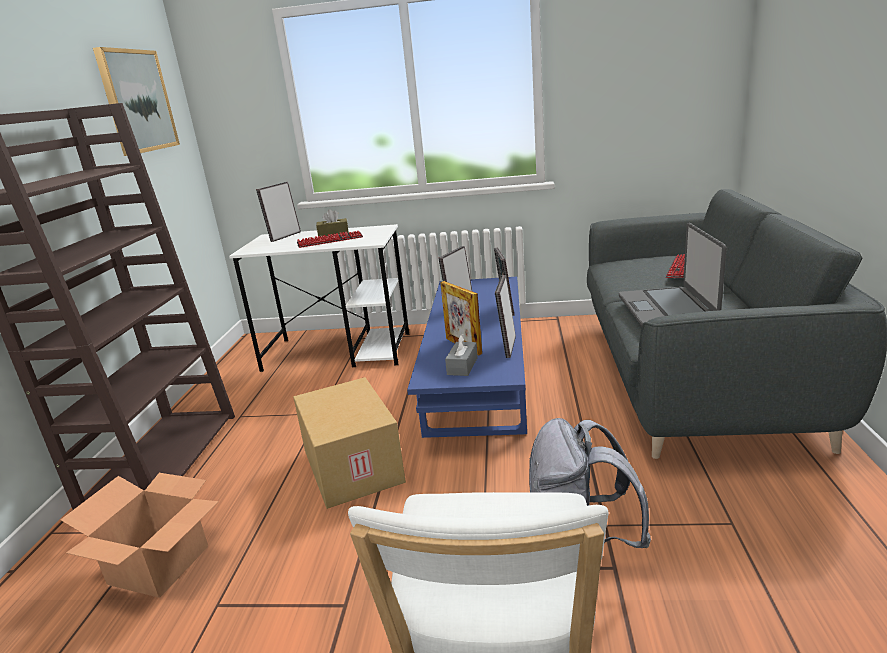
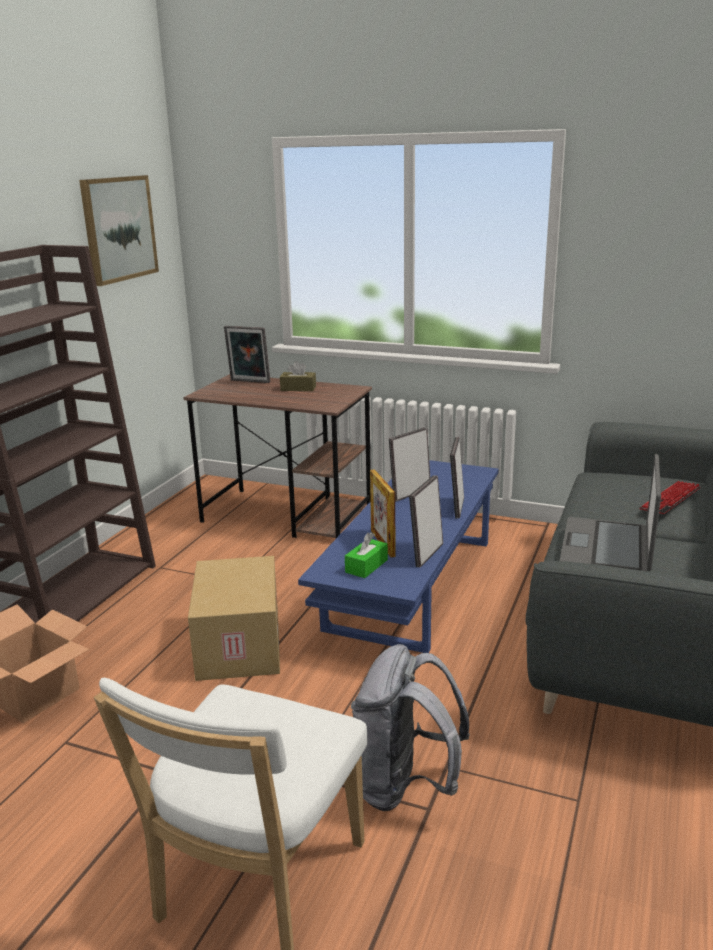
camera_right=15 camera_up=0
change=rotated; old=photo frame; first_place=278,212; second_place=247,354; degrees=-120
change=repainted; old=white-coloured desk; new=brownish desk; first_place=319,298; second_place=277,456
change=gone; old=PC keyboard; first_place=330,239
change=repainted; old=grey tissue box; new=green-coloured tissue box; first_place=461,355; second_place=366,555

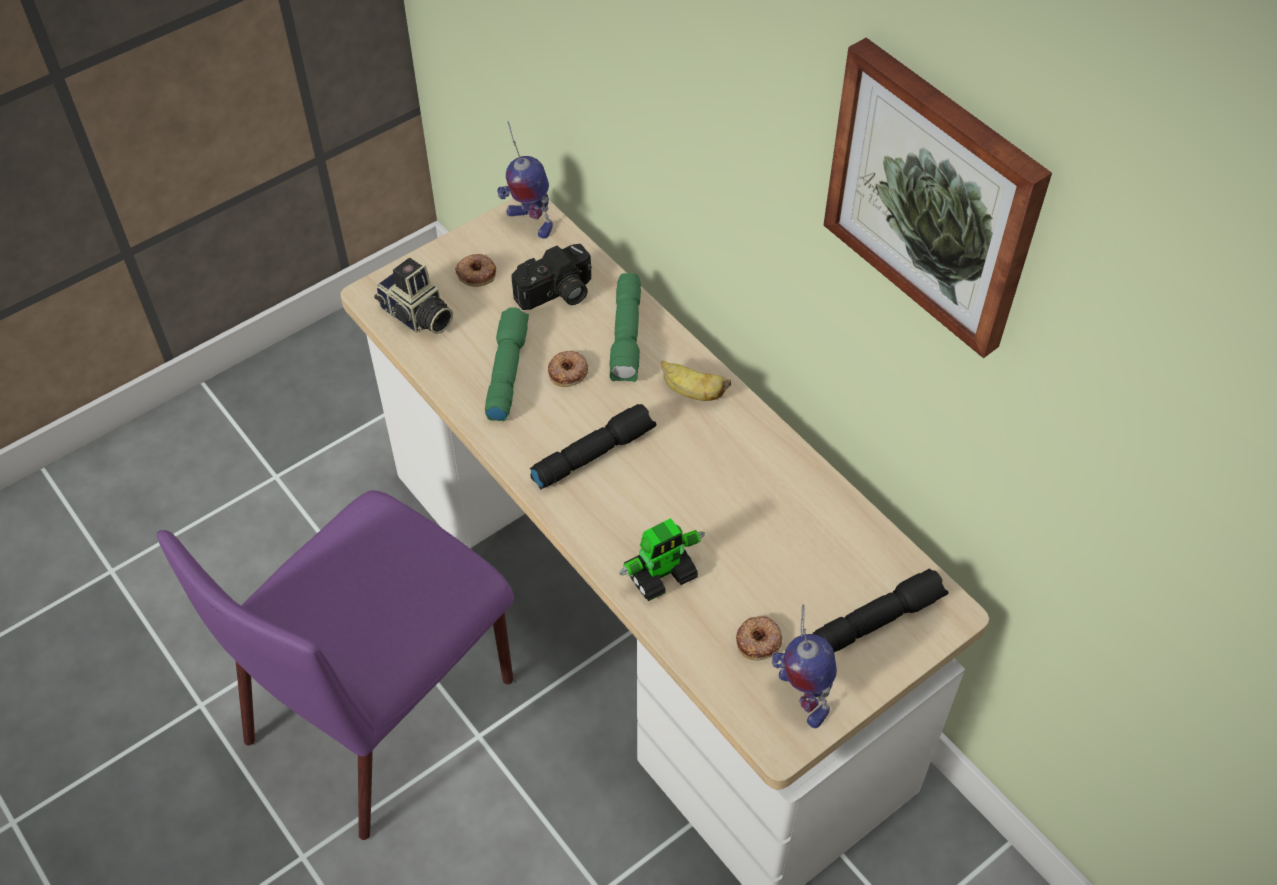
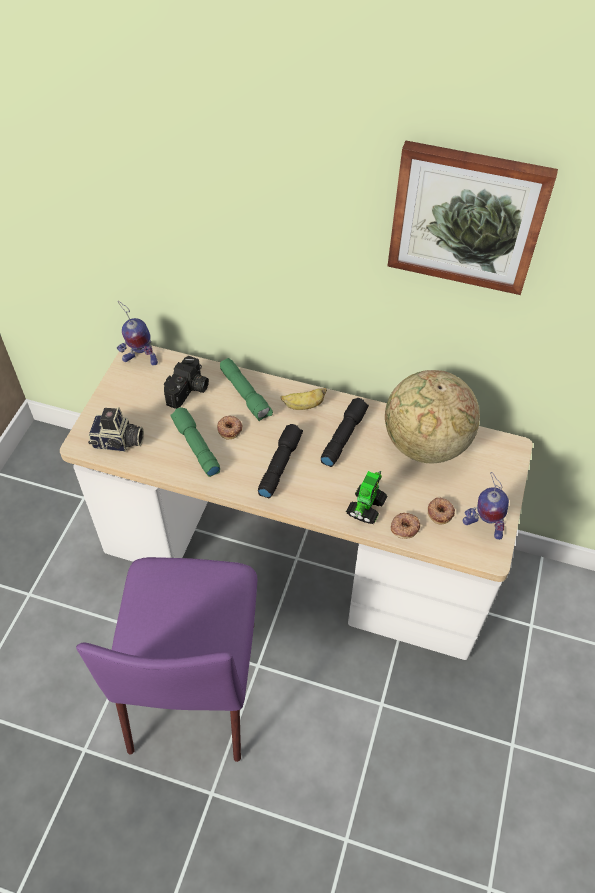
camera_right=-35 camera_up=0
change=shifted; old=ring doughnut; first_place=475,270; second_place=405,526
change=shifted; old=black torch; first_place=881,610; second_place=345,432
change=new; new=world globe; second_place=432,416

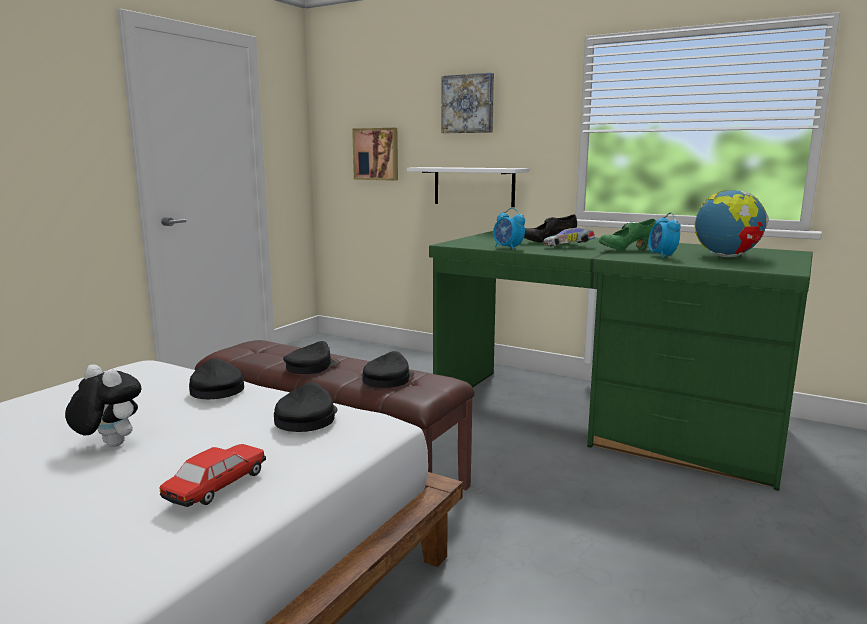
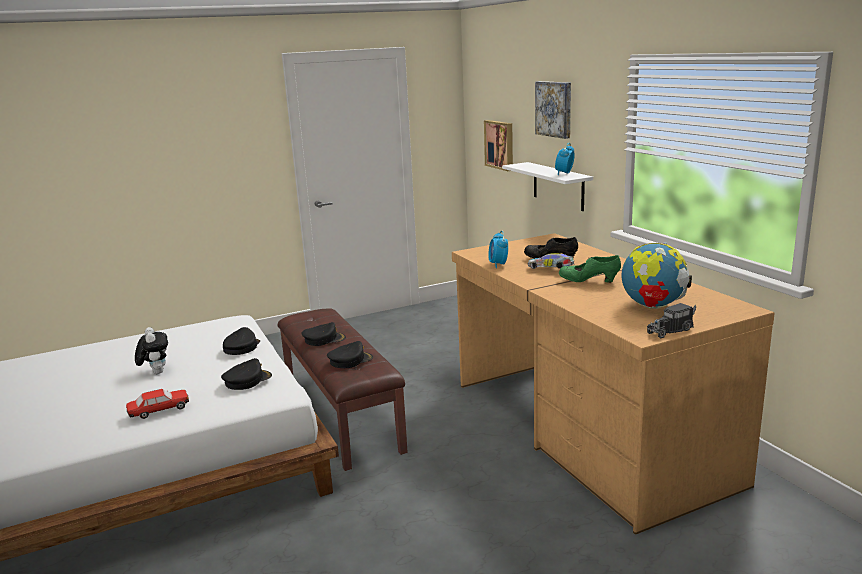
camera_right=35 camera_up=5
change=shifted; old=bedside clock; first_place=664,235; second_place=565,159
change=repainted; old=green-coloured desk; new=brownish desk; first_place=621,361; second_place=613,384
change=new; new=toy truck; second_place=671,321

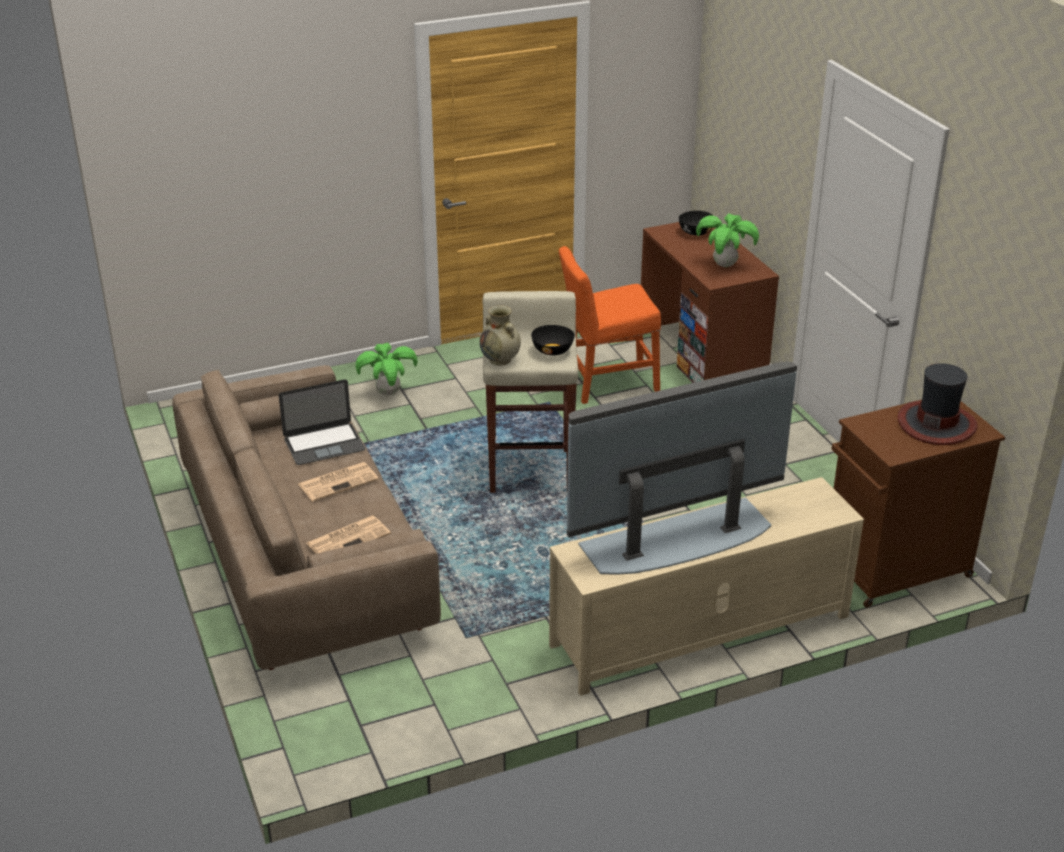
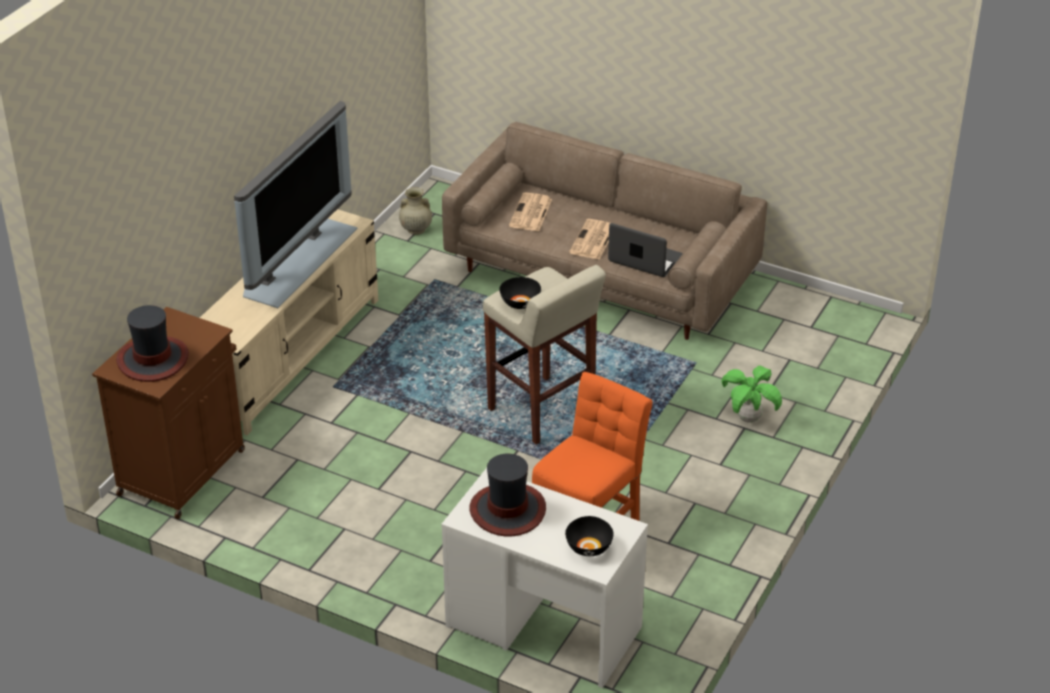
camera_right=140 camera_up=5
change=swapped; old=potted plant; new=wearable hat; first_place=727,240; second_place=507,495
change=repainted; old=brownish desk; new=white-coloured desk; first_place=710,302; second_place=544,578
change=shifted; old=sand-coloured decorative vase; first_place=500,335; second_place=415,211
change=rotated; old=portable computer; first_place=322,422; second_place=645,250; degrees=90

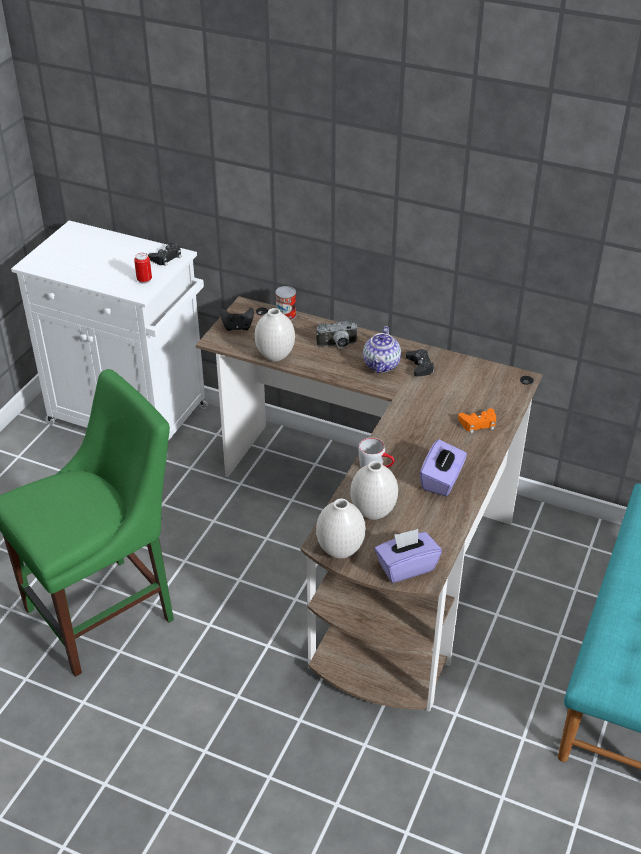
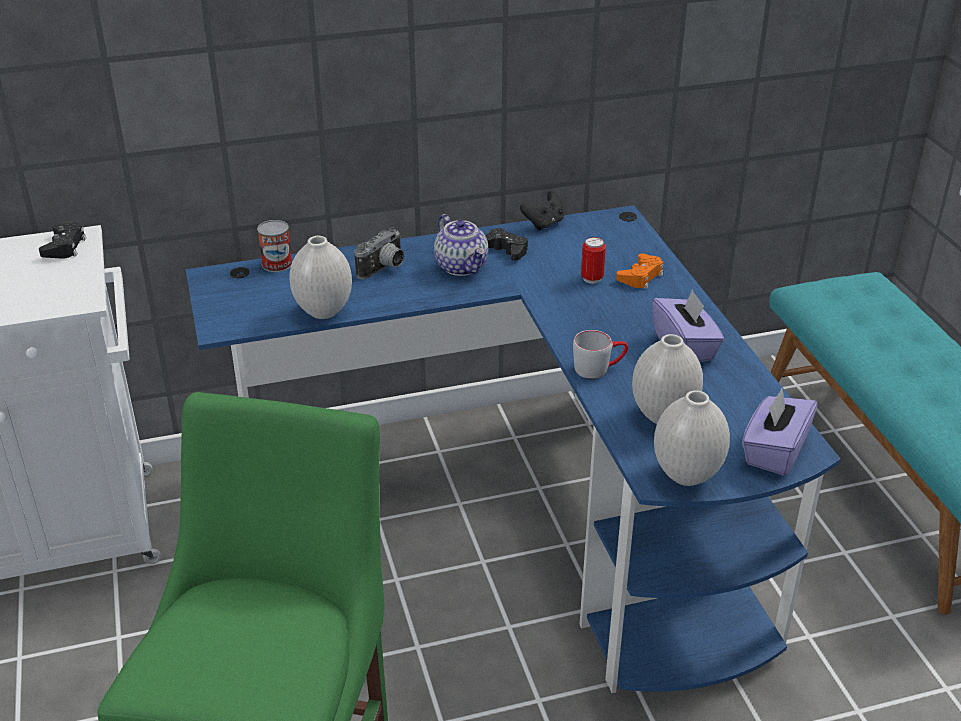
camera_right=-40 camera_up=-5
change=shifted; old=can; first_place=143,268; second_place=593,260
change=repainted; old=brownish desk; new=blue desk; first_place=369,504; second_place=513,449
change=shifted; old=black game controller; first_place=237,319; second_place=542,211

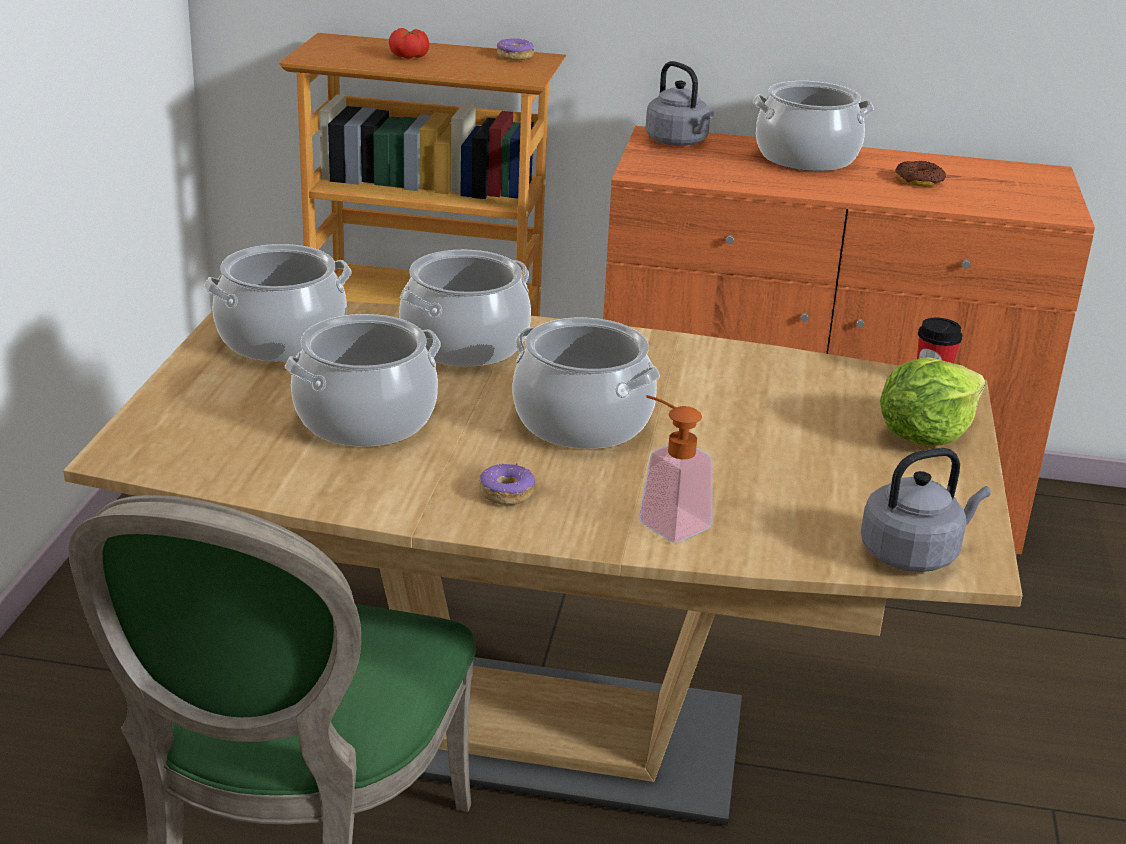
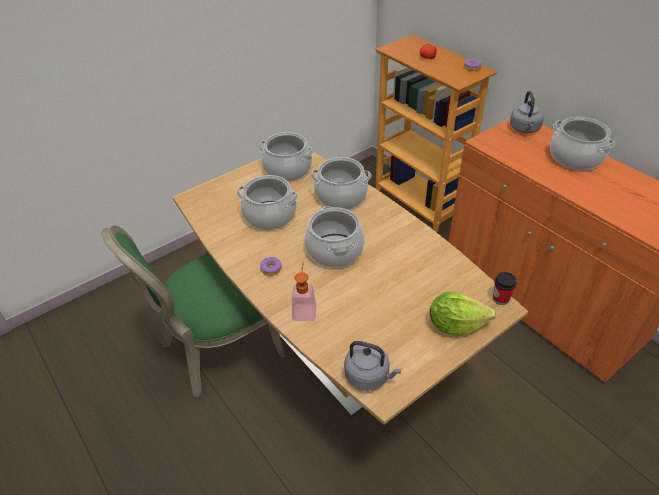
camera_right=45 camera_up=15
change=gone; old=ring doughnut; first_place=920,174

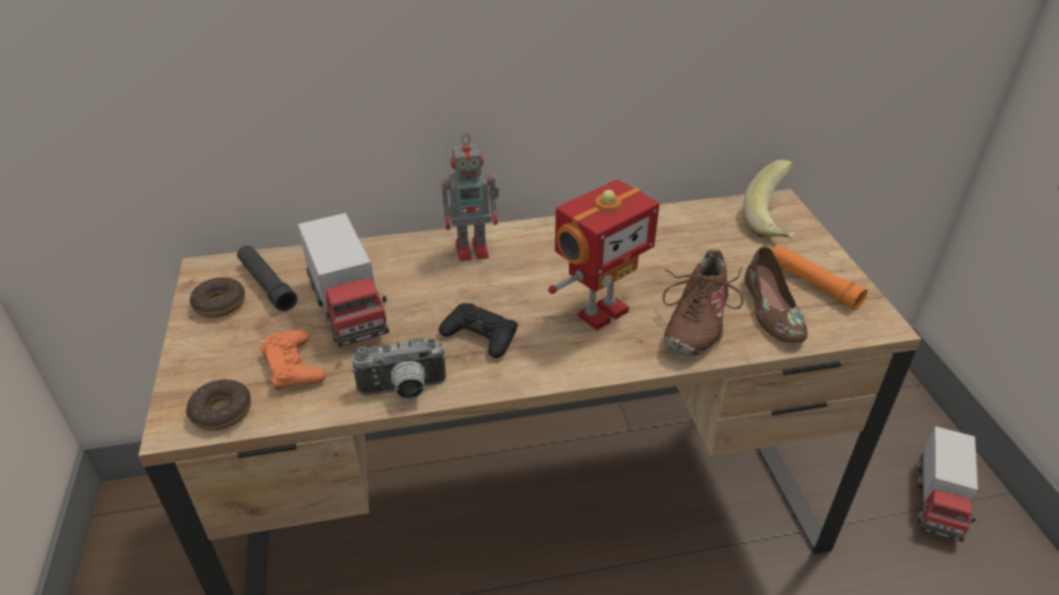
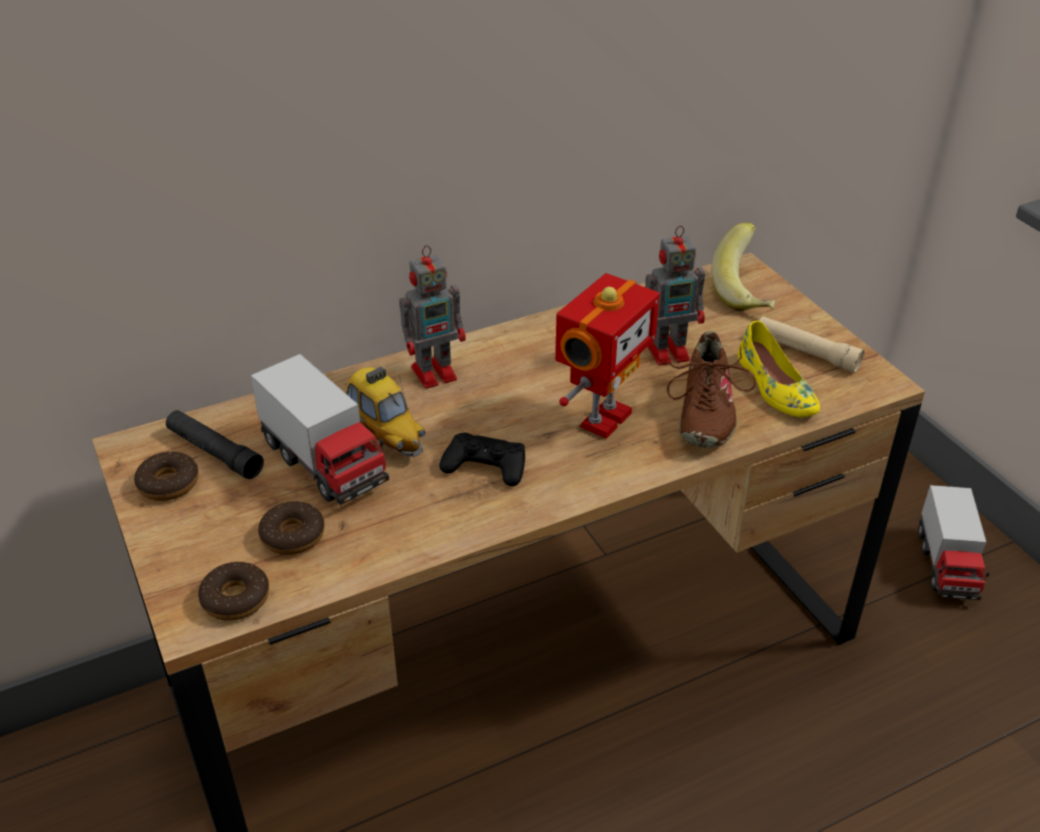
camera_right=-15 camera_up=0
change=repainted; old=orange-coloured torch; new=sand-coloured torch; first_place=819,277; second_place=811,344
change=repainted; old=brownish low shoe; new=yellowish low shoe; first_place=776,294; second_place=779,369
change=swapped; old=orange-coloured game controller; new=ring doughnut; first_place=293,360; second_place=291,528
change=gone; old=photo camera; first_place=399,369
change=new; new=robot figure; second_place=675,295
change=new; new=toy car; second_place=385,412

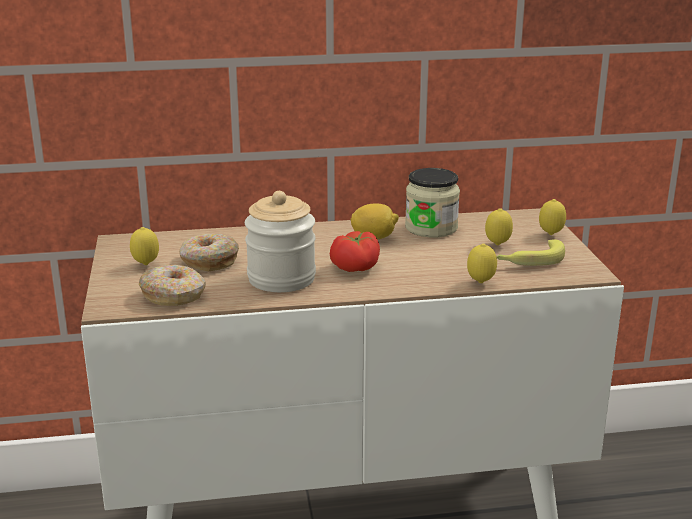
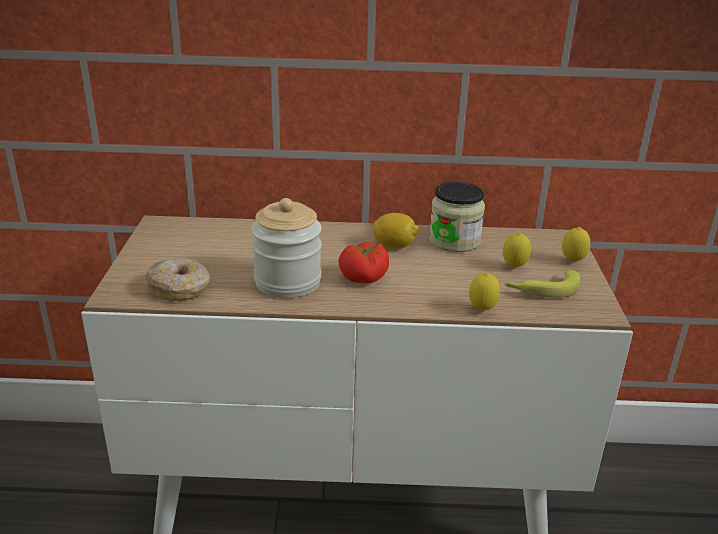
camera_right=10 camera_up=5
change=gone; old=citrus fruit; first_place=144,246
change=gone; old=ring doughnut; first_place=209,252

